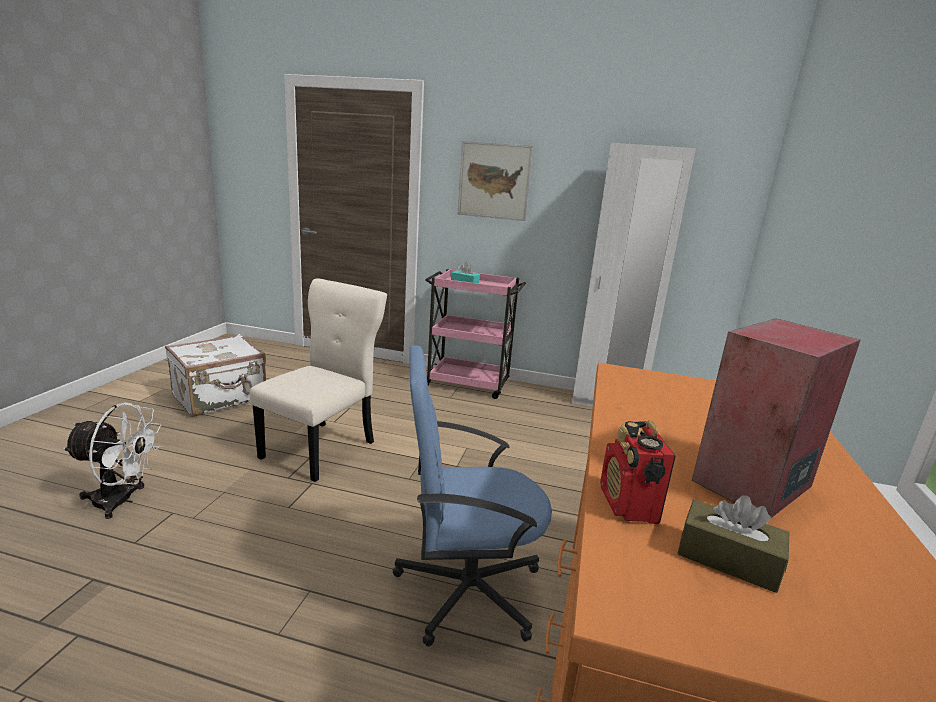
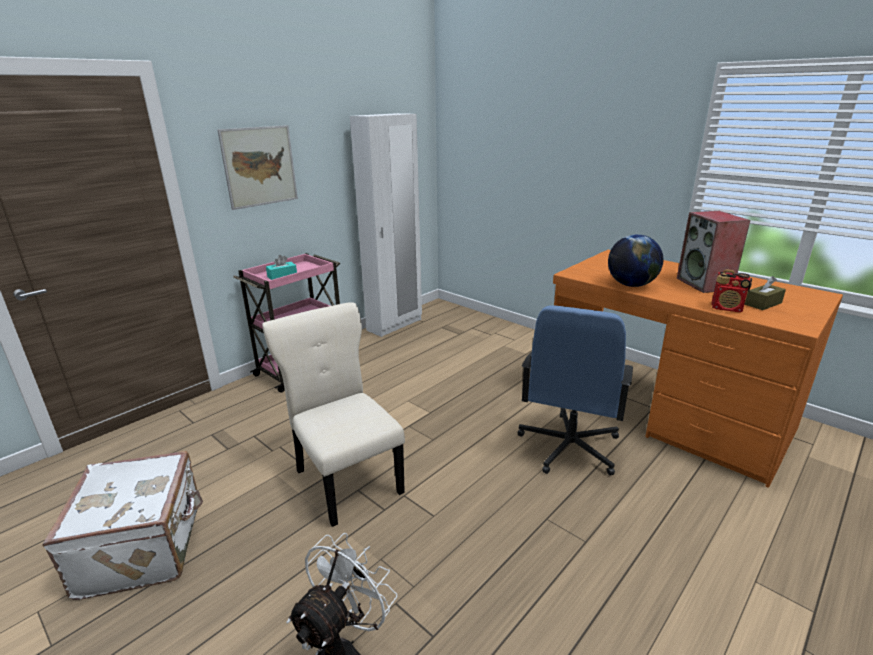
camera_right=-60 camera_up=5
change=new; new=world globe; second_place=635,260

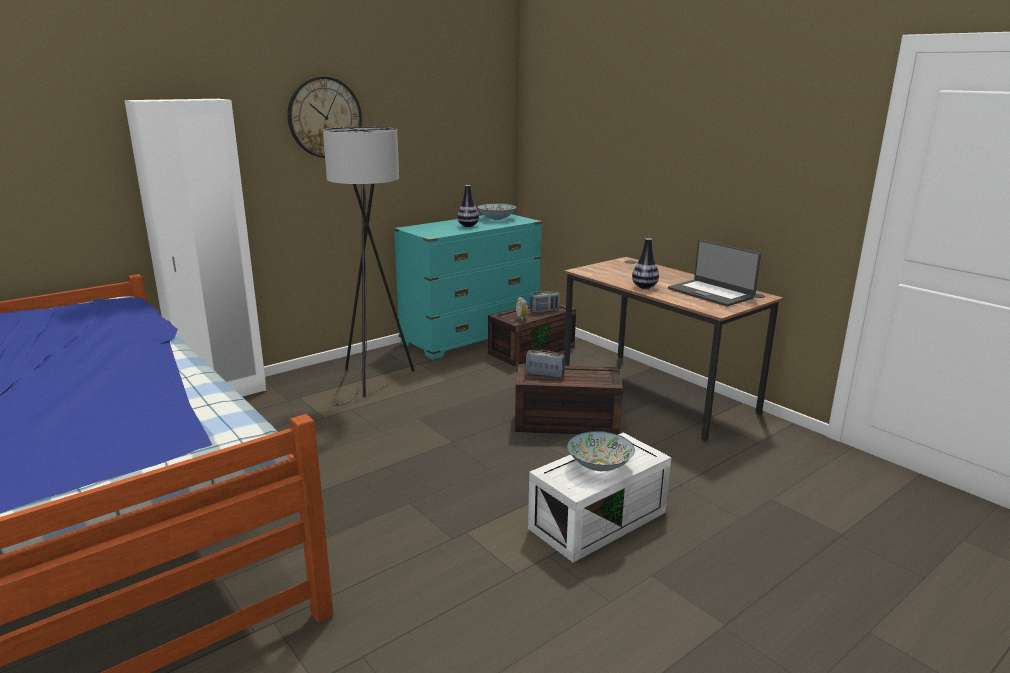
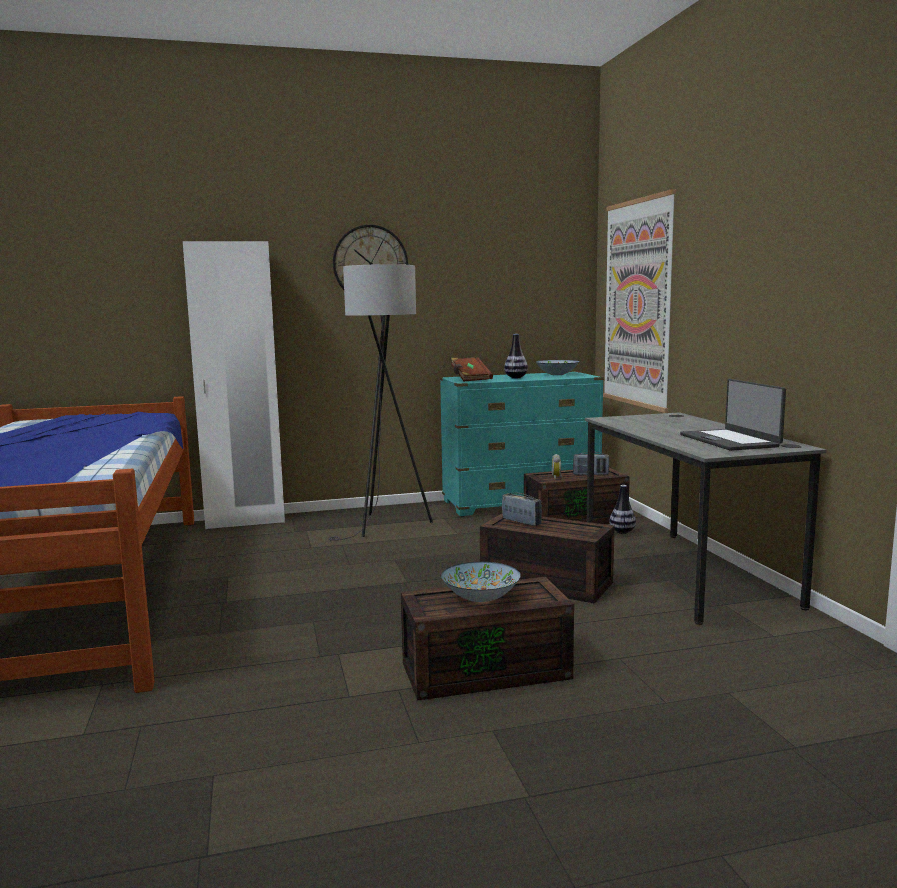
camera_right=25 camera_up=-10
change=shifted; old=decorative vase; first_place=645,263; second_place=622,509
change=repainted; old=brownish desk; new=grey desk; first_place=673,349; second_place=706,518
change=repainted; old=white-coloured storage box; new=brownish storage box; first_place=599,498; second_place=487,639
change=new; new=wall art; second_place=639,301
change=new; new=brownish bound book; second_place=472,369

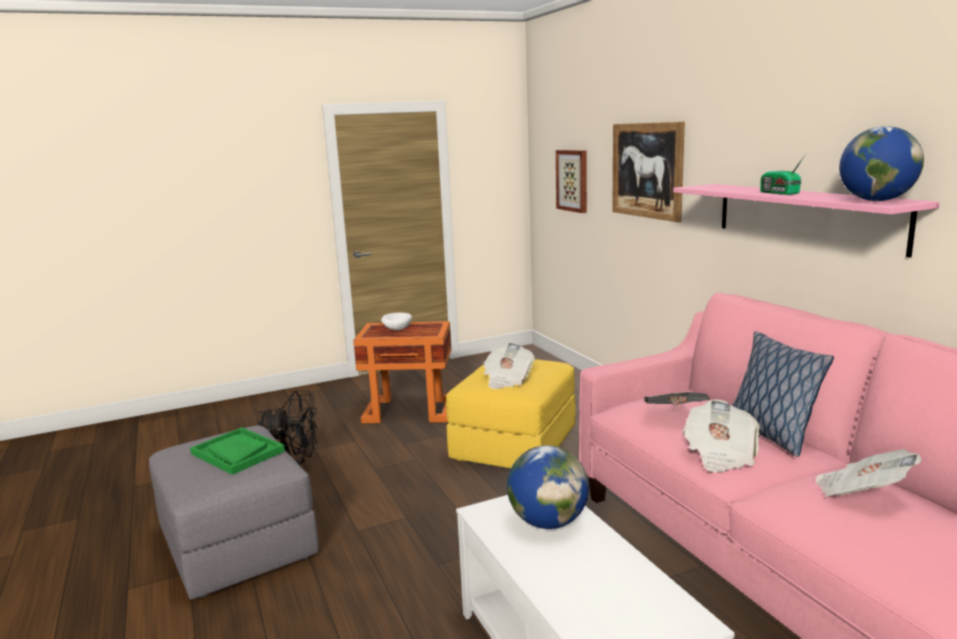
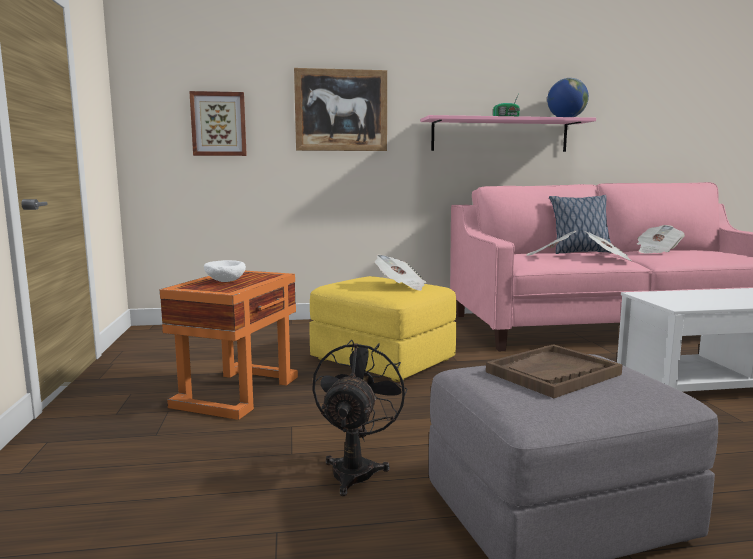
camera_right=-75 camera_up=-5
change=repainted; old=green-coloured carrying tray; new=brownish carrying tray; first_place=237,451; second_place=554,371
change=gone; old=world globe; first_place=548,487

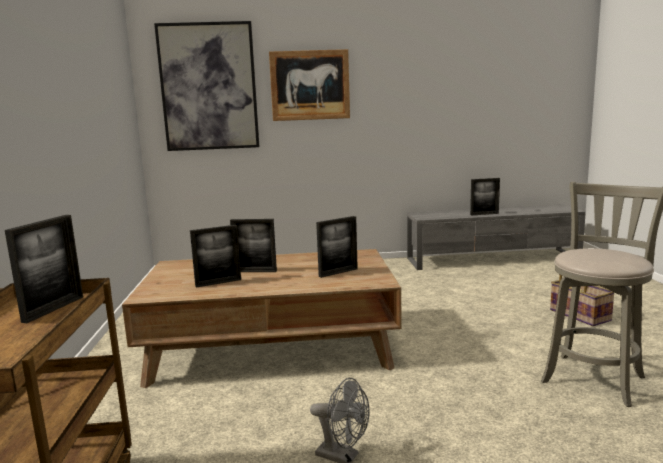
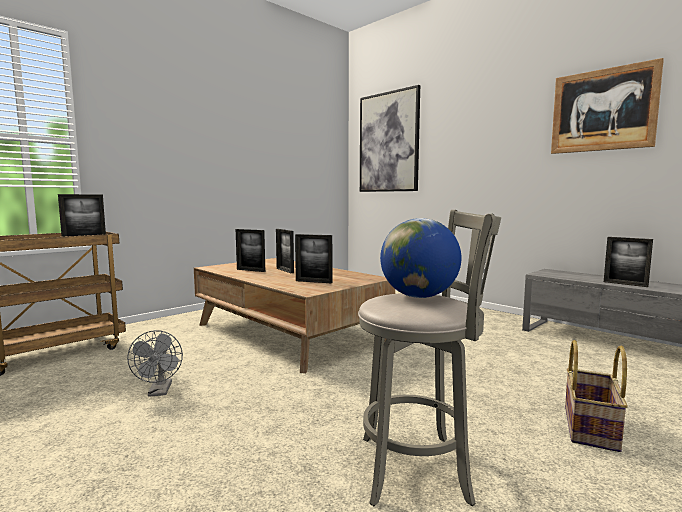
camera_right=50 camera_up=-5
change=shifted; old=wall art; first_place=309,85; second_place=607,106
change=new; new=world globe; second_place=420,258

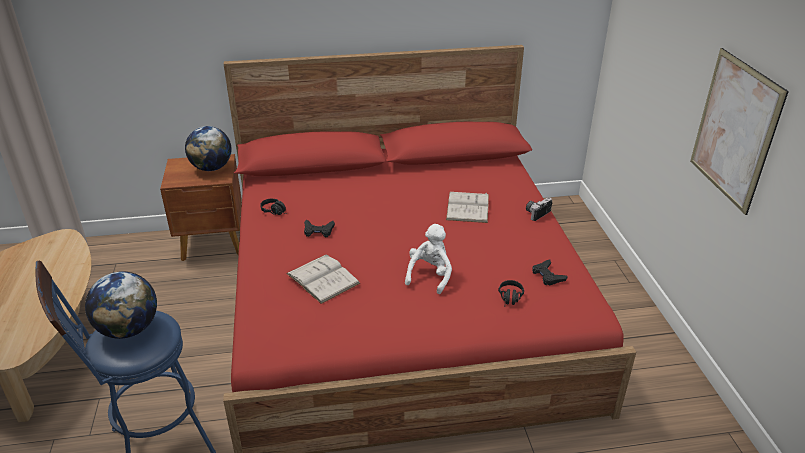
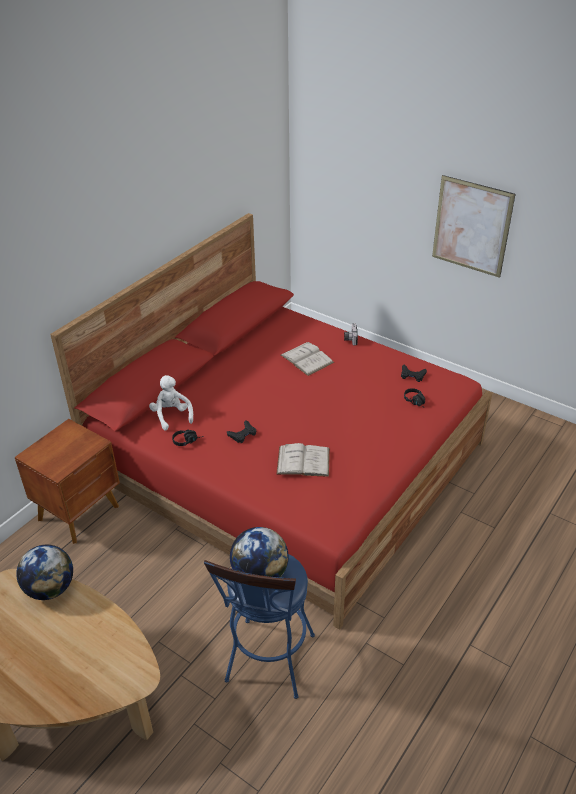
camera_right=-45 camera_up=5
change=shifted; old=world globe; first_place=208,148; second_place=44,572
change=shifted; old=white-coloured soft toy; first_place=428,259; second_place=171,402

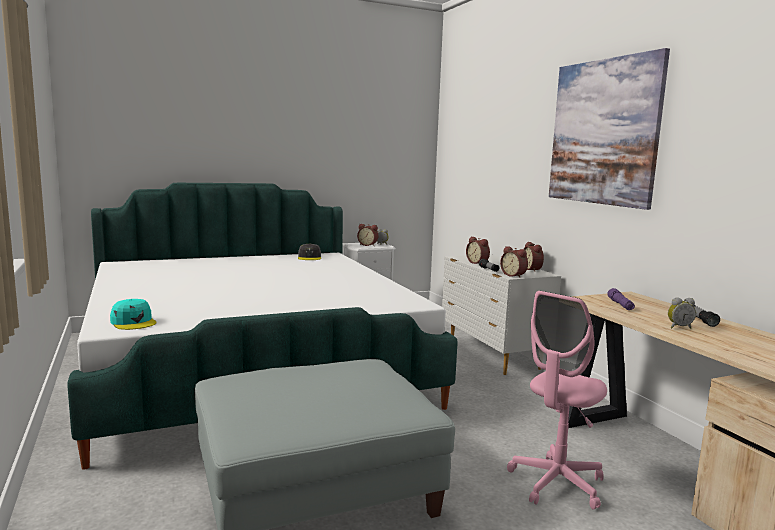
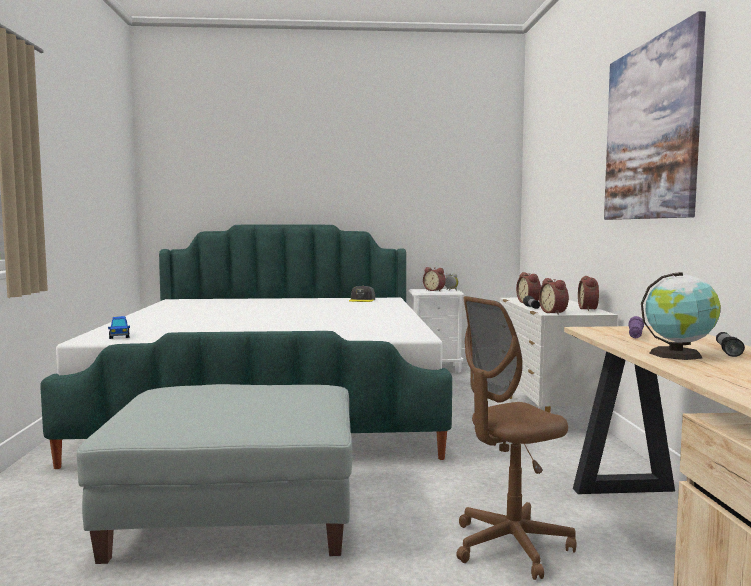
camera_right=20 camera_up=-5
change=repainted; old=pink-coloured office chair; new=brownish office chair; first_place=557,400; second_place=516,438
change=swapped; old=bedside clock; new=world globe; first_place=682,313; second_place=681,316
change=swapped; old=blue-green baseball cap; new=toy car; first_place=133,314; second_place=119,327

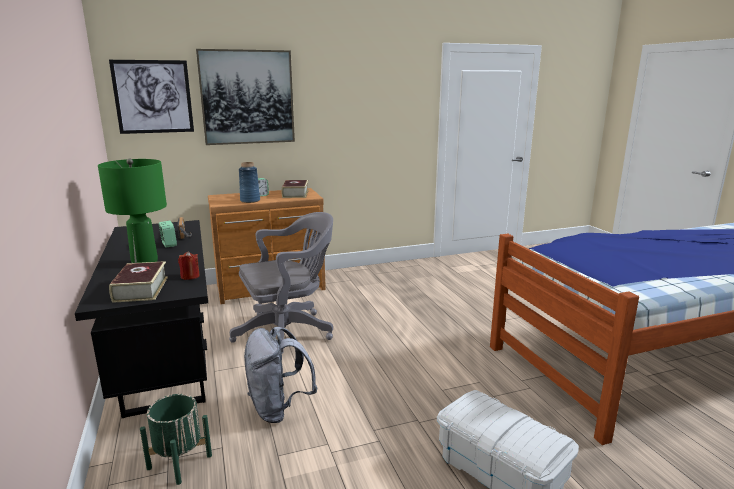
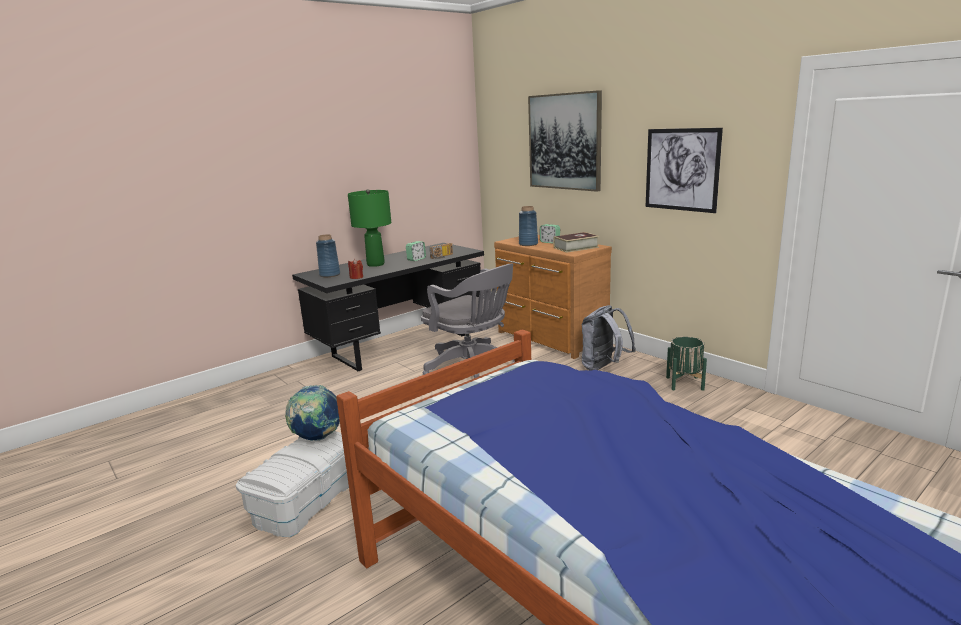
camera_right=70 camera_up=0
change=shifted; old=wall art; first_place=151,97; second_place=684,170
change=swapped; old=bound book; new=blue decorative vase; first_place=138,282; second_place=328,255
change=shifted; old=grey backpack; first_place=280,375; second_place=609,338
change=shifted; old=green-coloured flower pot; first_place=176,439; second_place=686,363
change=new; new=world globe; second_place=312,413

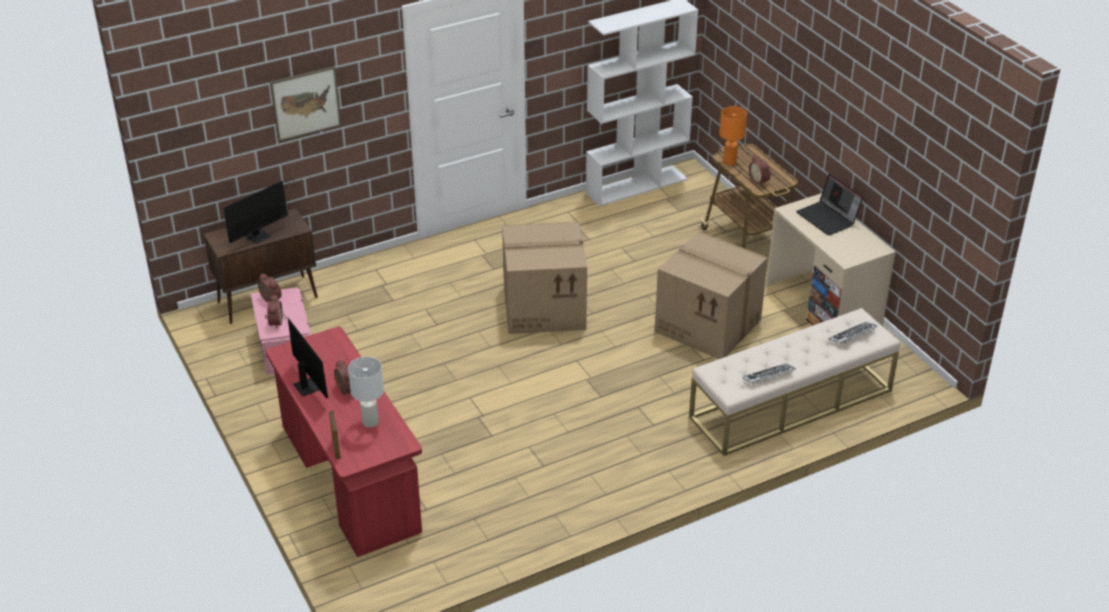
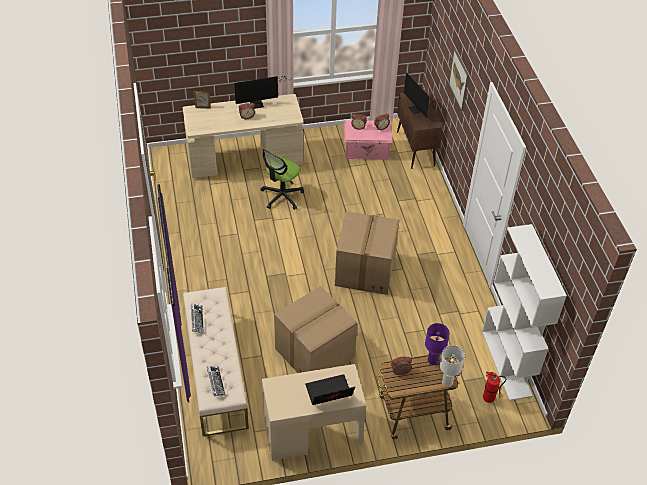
camera_right=105 camera_up=10
change=repainted; old=orange-coloured table lamp; new=purplish table lamp; first_place=733,135; second_place=437,344
change=repainted; old=red desk; new=sand-coloured desk; first_place=344,442; second_place=243,136
change=shifted; old=white-coloured table lamp; first_place=366,392; second_place=452,366
change=new; new=office chair; second_place=282,179
change=new; new=fire-fighting cylinder; second_place=494,387

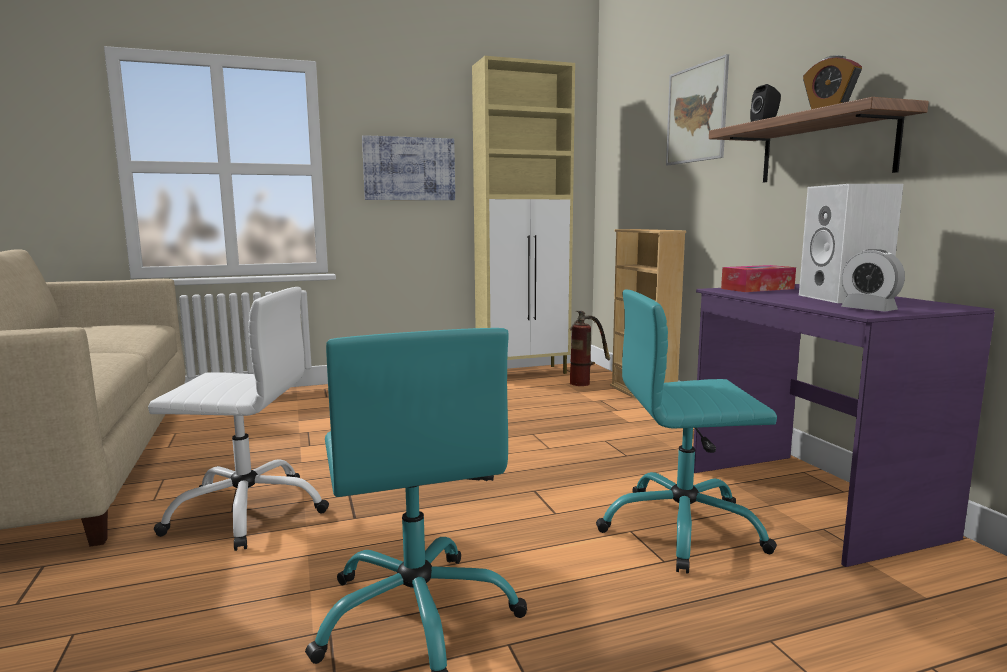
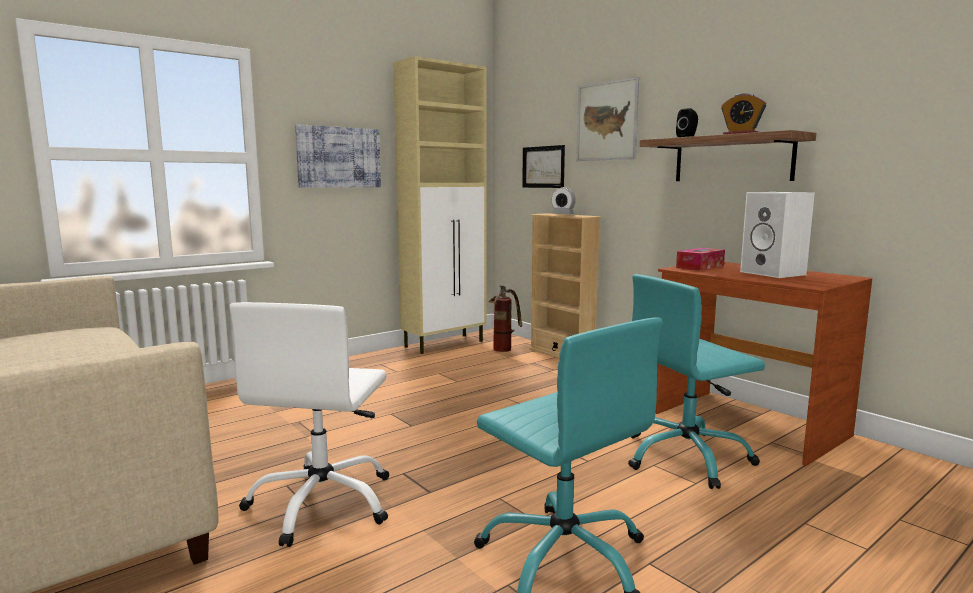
camera_right=-20 camera_up=0
change=shifted; old=bedside clock; first_place=873,280; second_place=563,200
change=repainted; old=purplish desk; new=brownish desk; first_place=844,425; second_place=763,364
change=rotated; old=white-coloured office chair; first_place=238,419; second_place=309,424; degrees=120
change=new; new=wall art; second_place=543,166

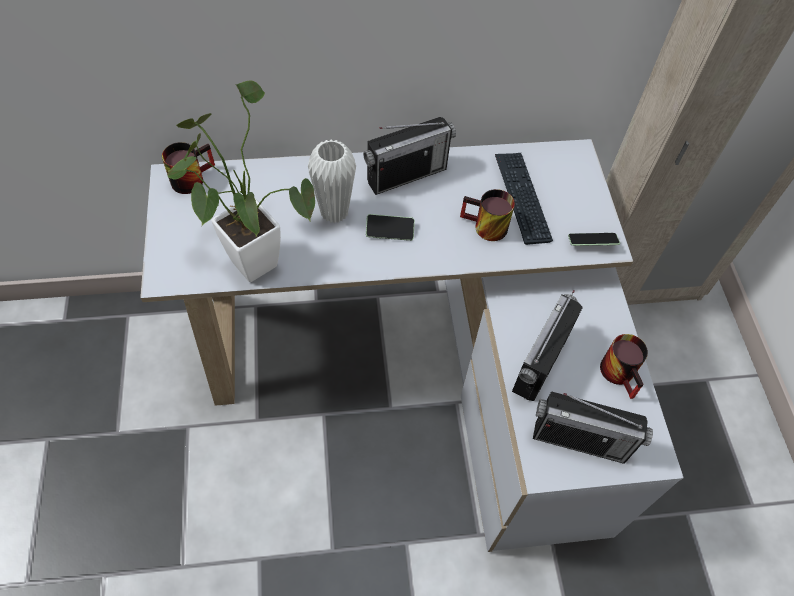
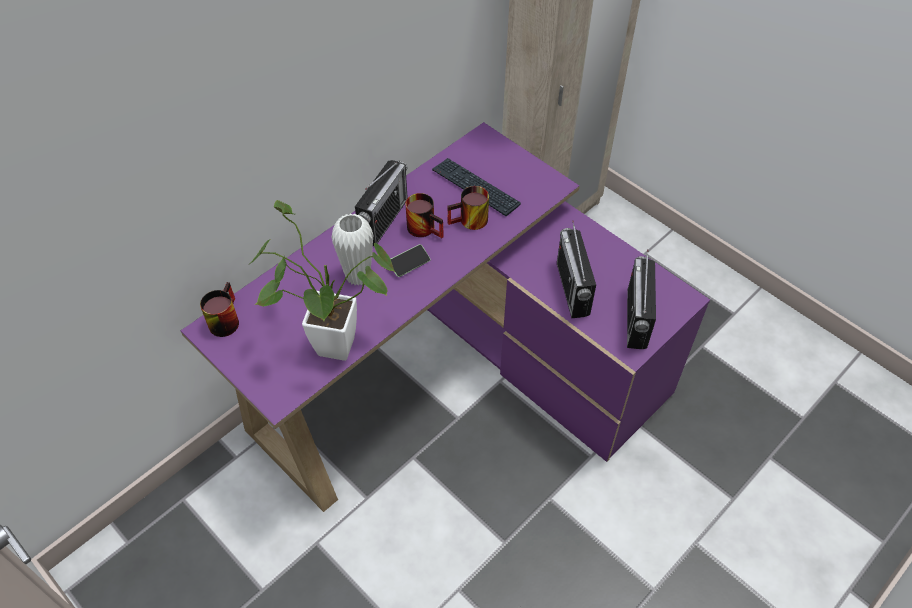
camera_right=-35 camera_up=-5
change=repainted; old=white-coloured desk; new=purplish desk; first_place=412,345; second_place=445,317
change=gone; old=phone; first_place=594,239
change=shifted; old=coffee mug; first_place=624,366; second_place=424,215
change=rotated; old=radio; first_place=593,427; second_place=641,299; degrees=120

